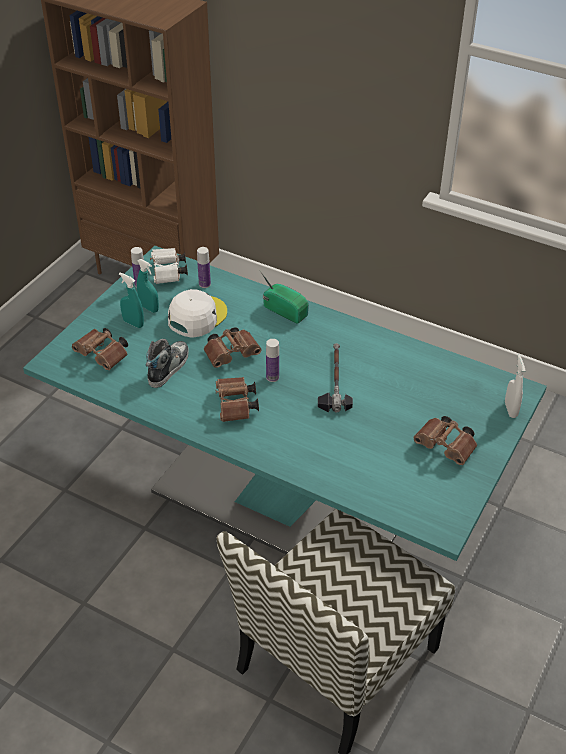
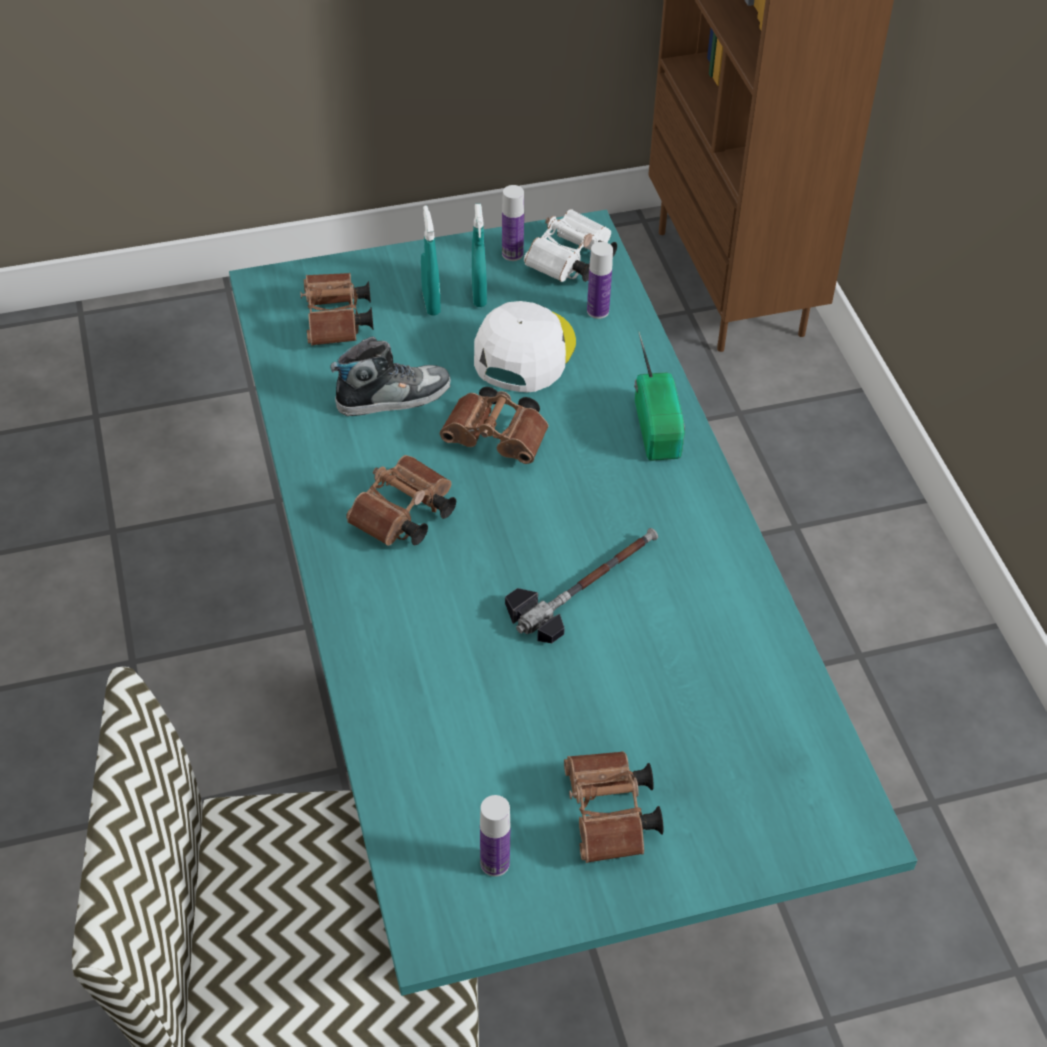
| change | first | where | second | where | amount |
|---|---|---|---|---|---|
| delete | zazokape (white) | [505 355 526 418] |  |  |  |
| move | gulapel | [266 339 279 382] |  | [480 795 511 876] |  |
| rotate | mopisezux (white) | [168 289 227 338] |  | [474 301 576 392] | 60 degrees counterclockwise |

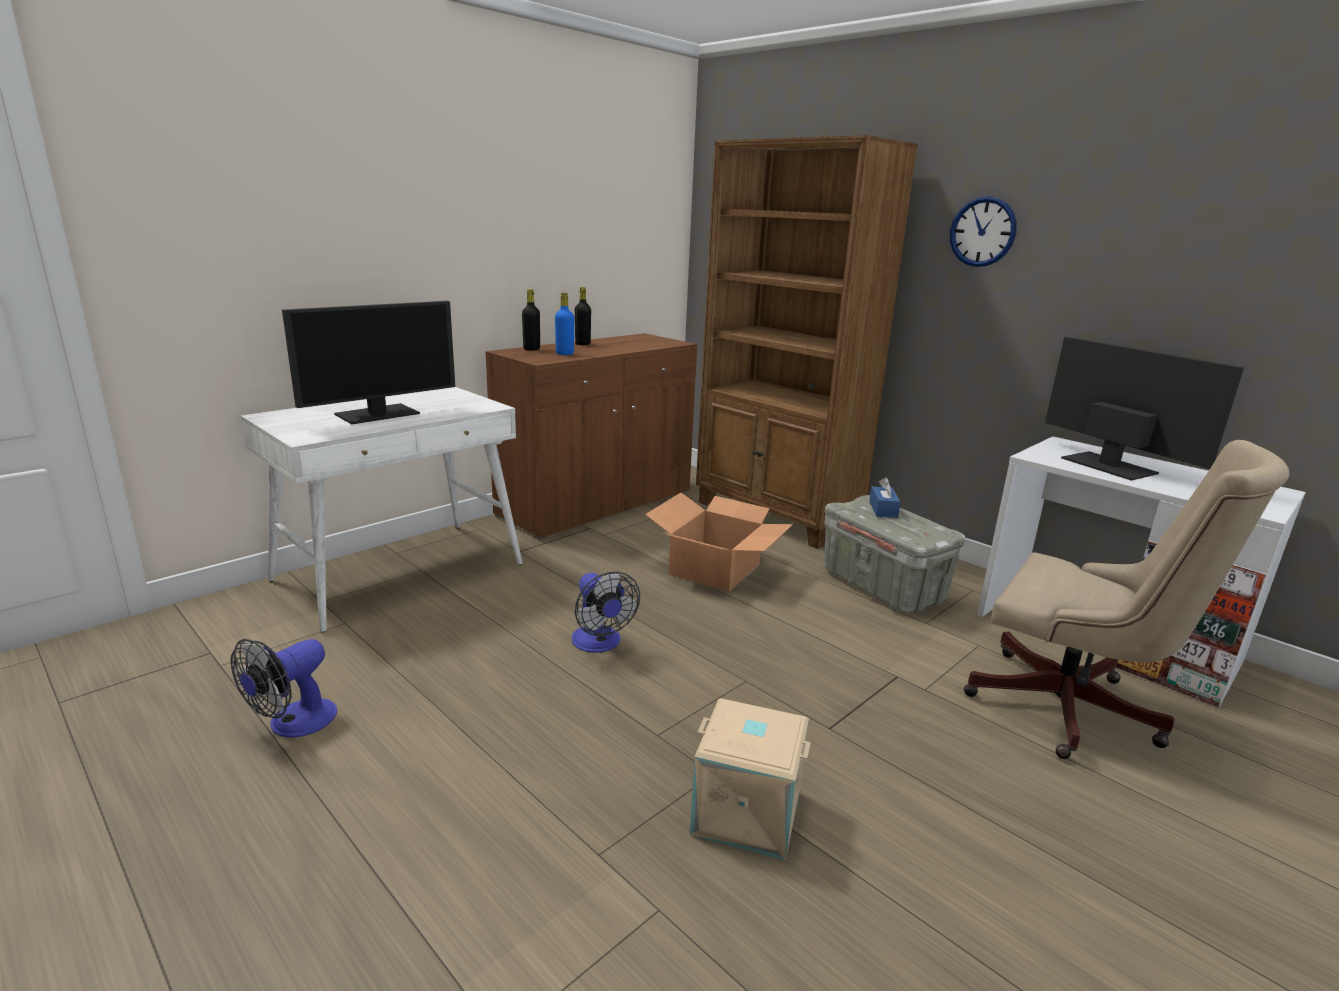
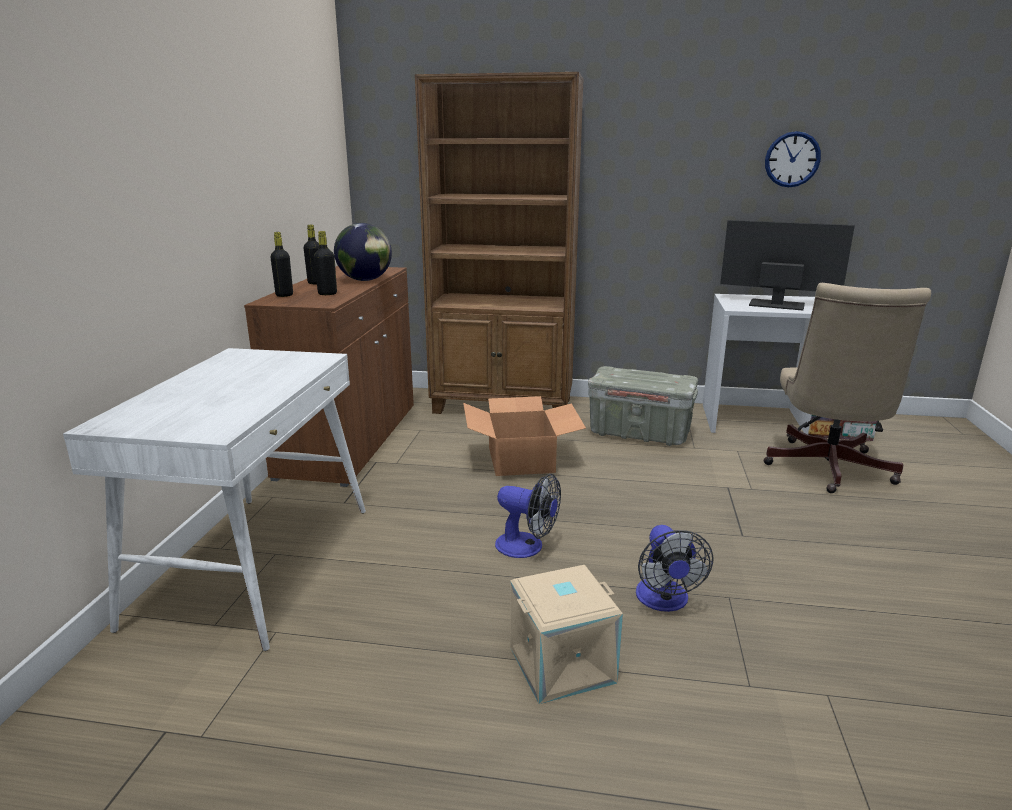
| change | first | where | second | where | amount |
|---|---|---|---|---|---|
| delete | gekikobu | [282 301 455 424] |  |  |  |
| delete | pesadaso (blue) | [869 477 901 518] |  |  |  |
| insert |  |  | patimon | [334 223 392 281] |  |
| move | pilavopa | [230 639 337 738] |  | [636 525 714 612] |  |
| move | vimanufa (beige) | [690 698 811 860] |  | [510 565 623 704] |  |
| move | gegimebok | [950 196 1017 267] |  | [765 131 821 187] |  |
| recolor | gulapel (blue) | [555 293 574 355] | gulapel (black) | [314 231 337 295] |  |
| rotate | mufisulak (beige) | [963 440 1289 759] |  | [763 283 931 493] | 105 degrees clockwise |

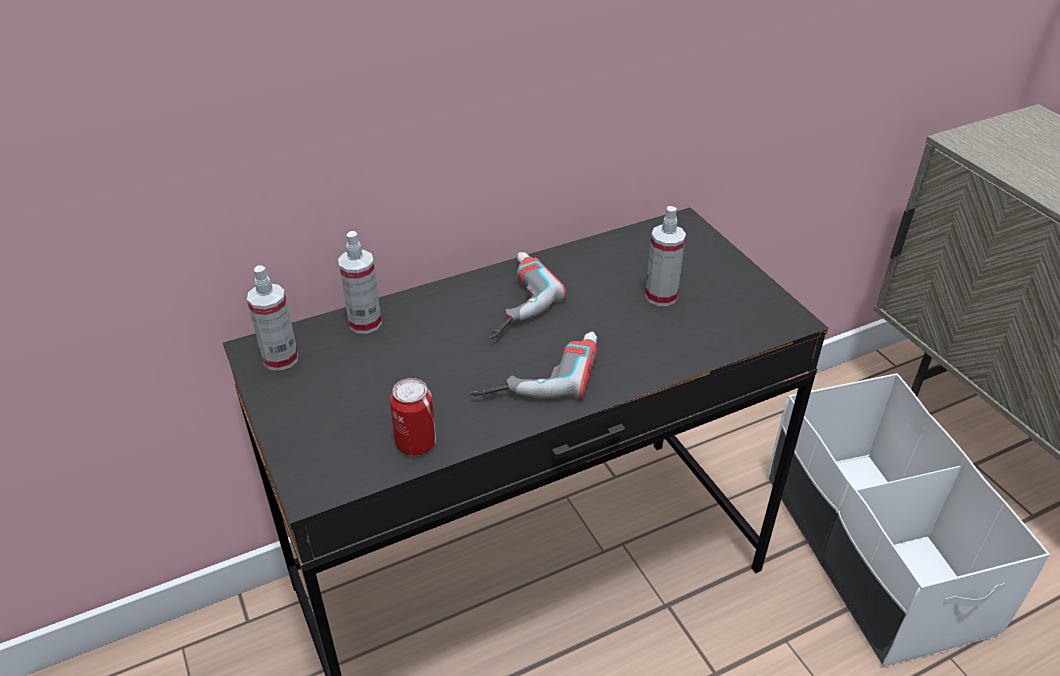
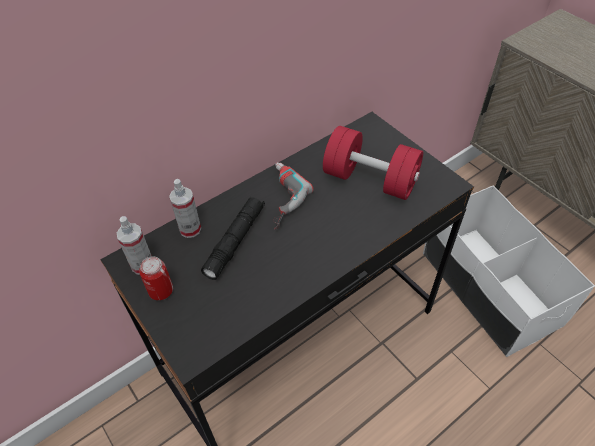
| change | first | where | second | where | amount |
|---|---|---|---|---|---|
| delete | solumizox | [470 331 597 399] |  |  |  |
| insert |  |  | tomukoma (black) | [201 197 265 280] |  |
| move | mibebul | [390 378 436 456] |  | [139 256 173 300] |  |
| replace | zazokape | [645 206 686 306] | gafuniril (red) | [323 126 423 200] |  |

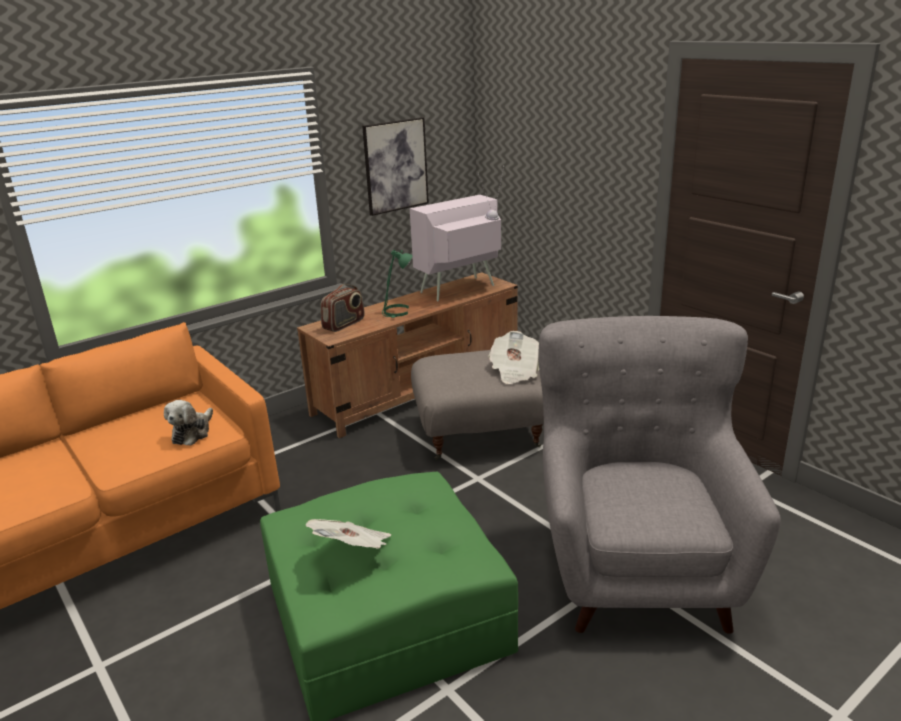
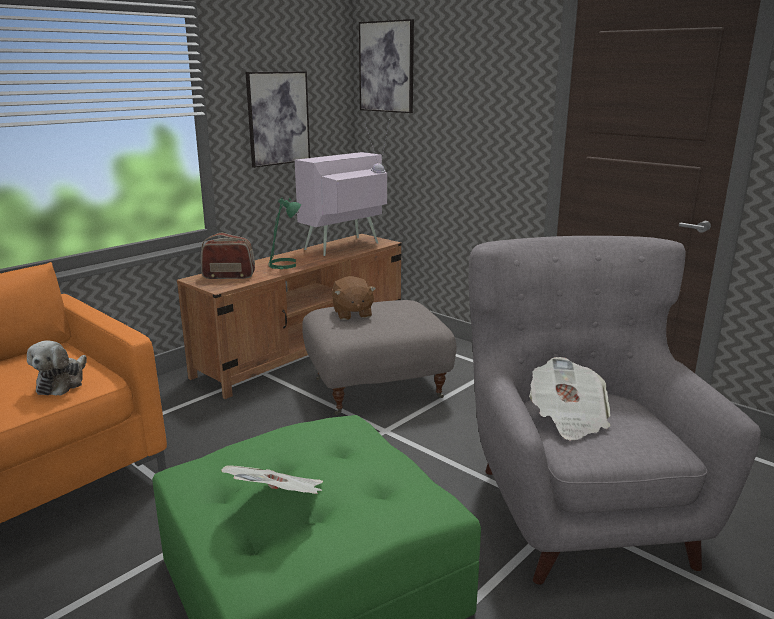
| change | first | where | second | where | amount |
|---|---|---|---|---|---|
| insert |  |  | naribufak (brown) | [332 276 376 320] |  |
| insert |  |  | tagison | [359 19 414 113] |  |
| move | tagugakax | [488 331 539 384] |  | [529 357 610 441] |  |
| rotate | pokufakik | [321 284 365 332] |  | [201 233 255 279] | 120 degrees counterclockwise |

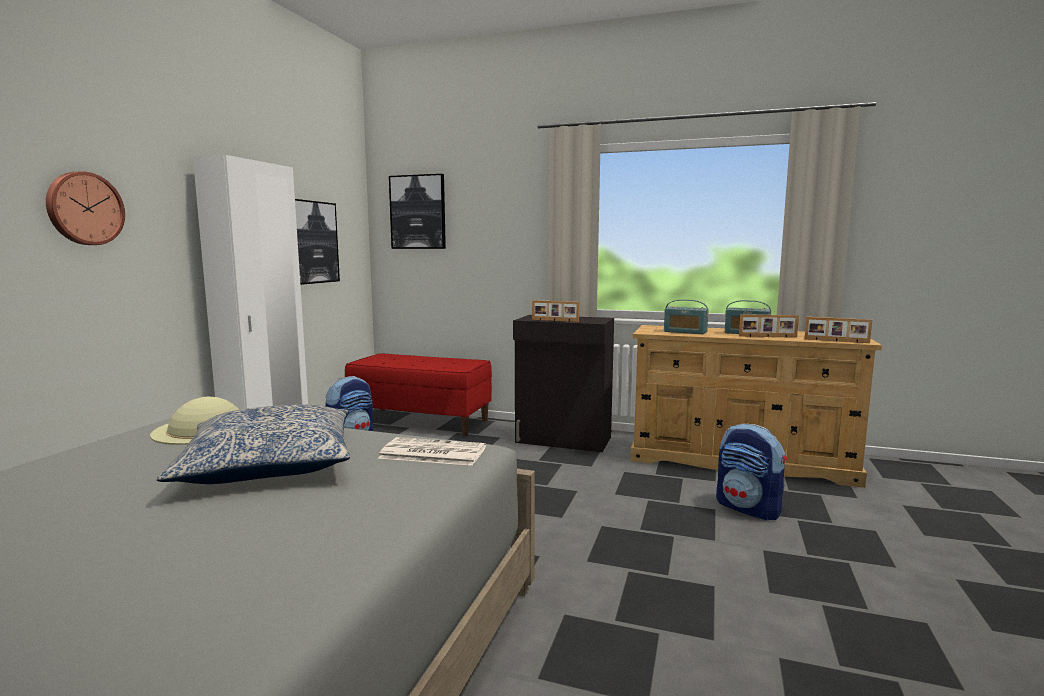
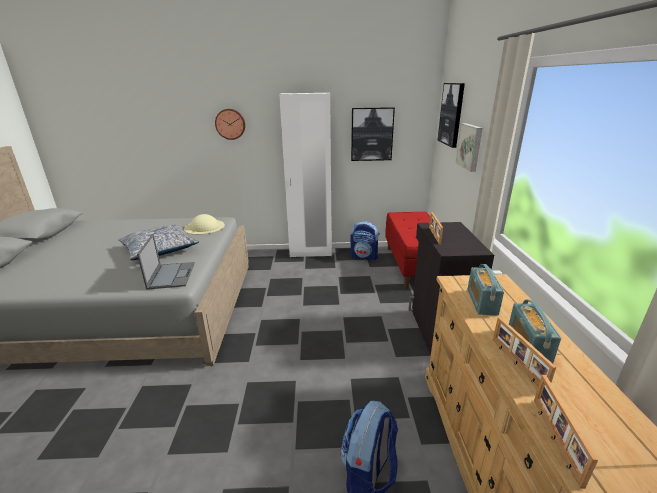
| change | first | where | second | where | amount |
|---|---|---|---|---|---|
| insert |  |  | tagison | [456 123 482 172] |  |
| replace | tagugakax | [378 437 486 466] | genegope | [137 234 195 290] |  |

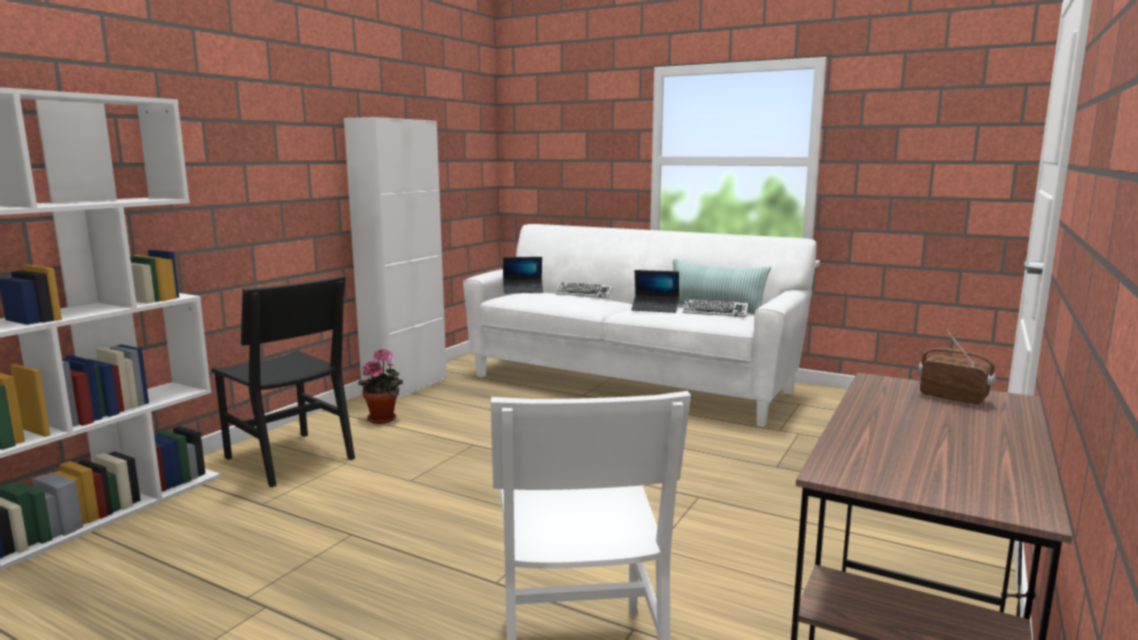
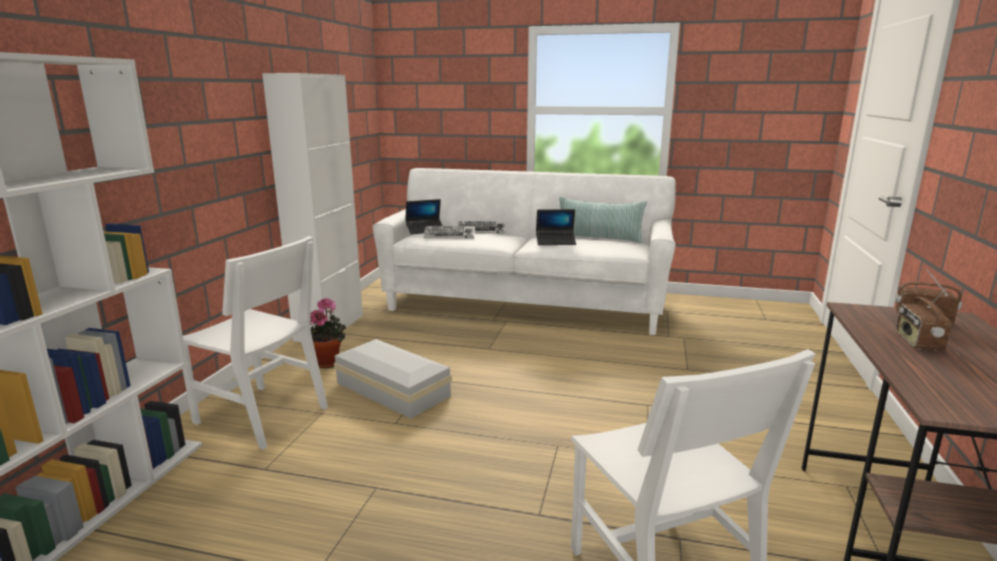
| change | first | where | second | where | amount |
|---|---|---|---|---|---|
| insert |  |  | vimanufa (white) | [334 339 452 418] |  |
| insert |  |  | pokufakik | [896 288 952 351] |  |
| move | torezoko | [682 299 748 317] |  | [424 226 475 238] |  |
| recolor | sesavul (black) | [211 276 355 488] | sesavul (white) | [182 236 328 449] |  |

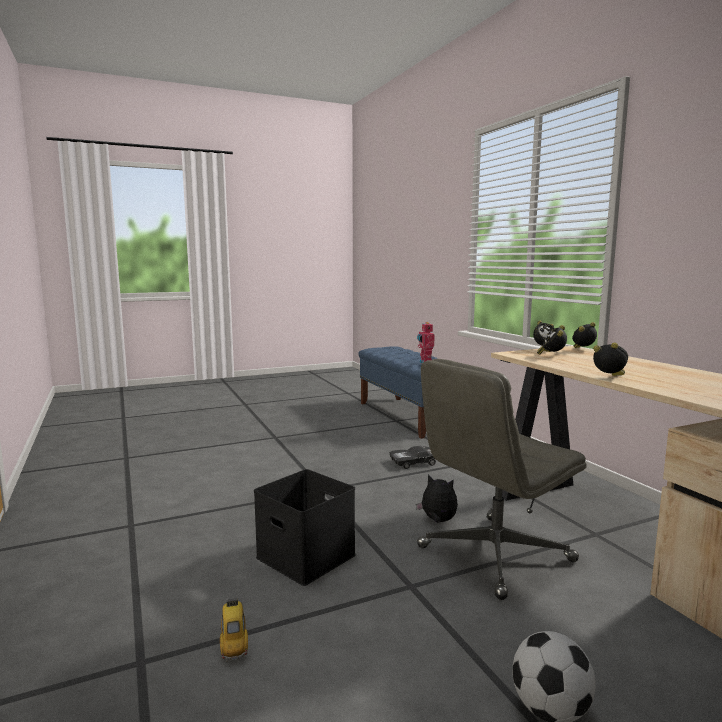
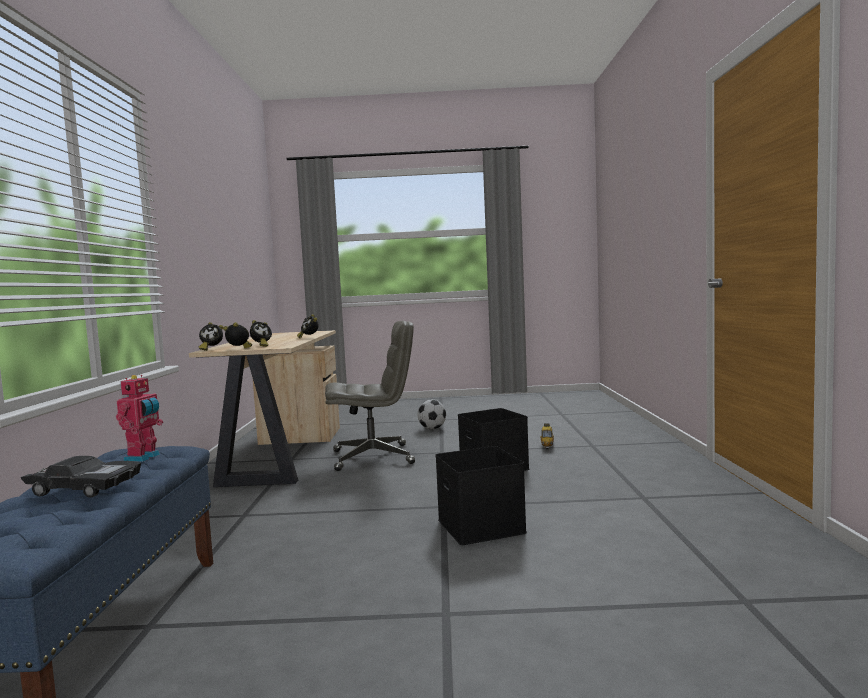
| change | first | where | second | where | amount |
|---|---|---|---|---|---|
| delete | naribufak | [416 474 458 523] |  |  |  |
| insert |  |  | vimanufa (black) | [435 446 527 545] |  |
| move | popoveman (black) | [389 446 436 469] |  | [20 456 141 498] |  |

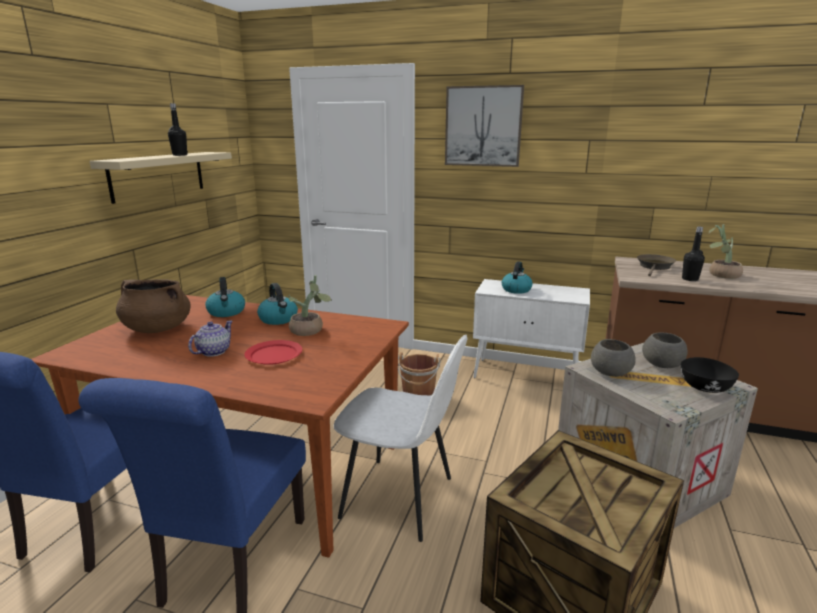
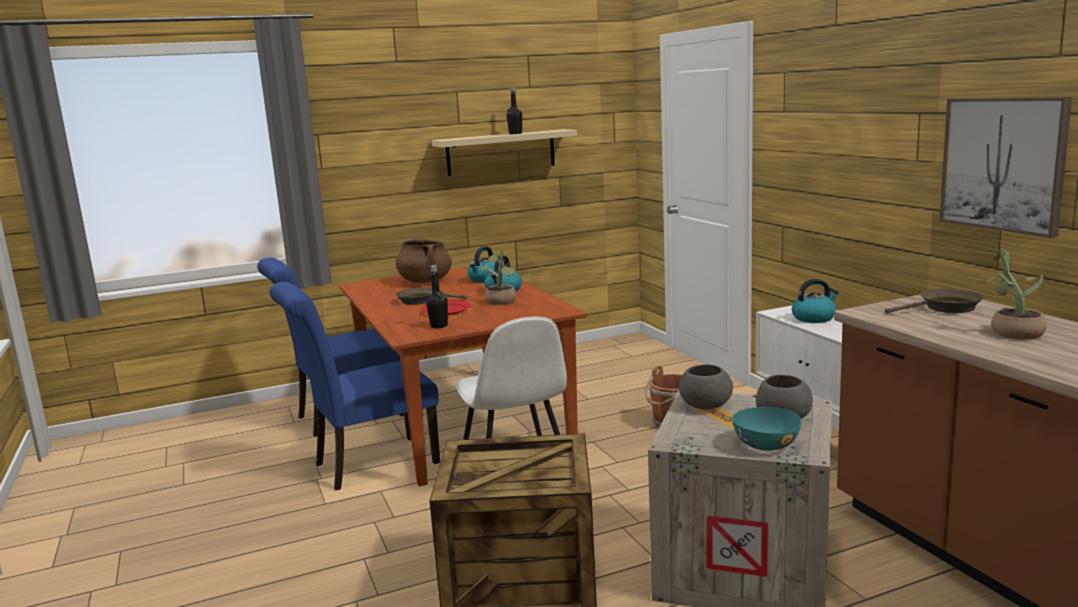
| change | first | where | second | where | amount |
|---|---|---|---|---|---|
| move | tagison | [445 85 524 167] |  | [939 97 1072 238] |  |
| move | gulapel (black) | [682 227 705 281] |  | [426 265 448 328] |  |
| replace | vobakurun | [188 321 233 357] | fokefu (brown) | [396 287 467 305] |  |
| recolor | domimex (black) | [681 357 739 393] | domimex (turquoise) | [732 407 802 451] |  |

